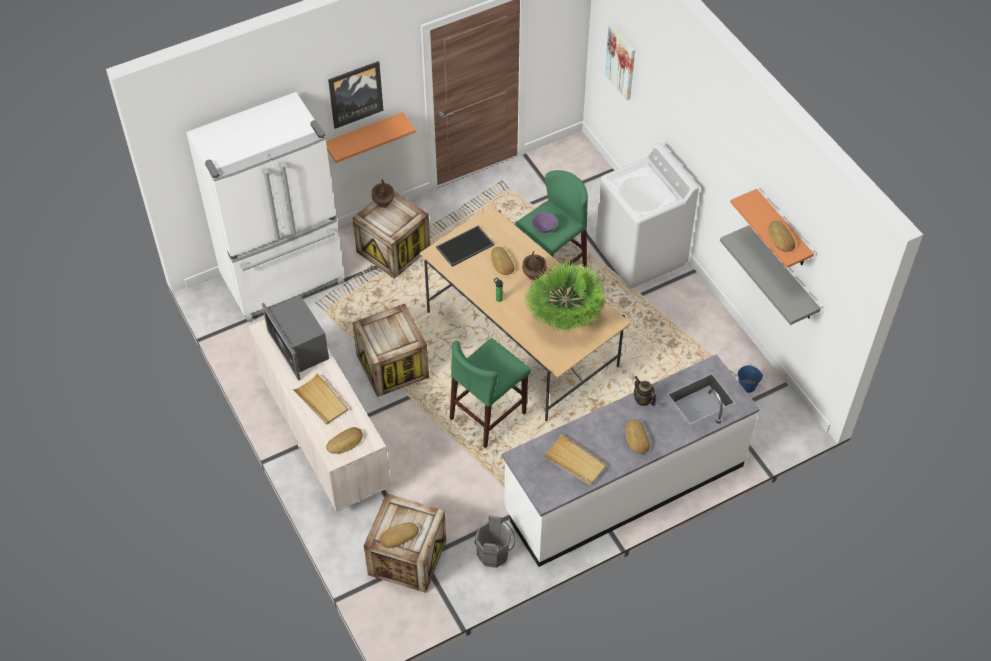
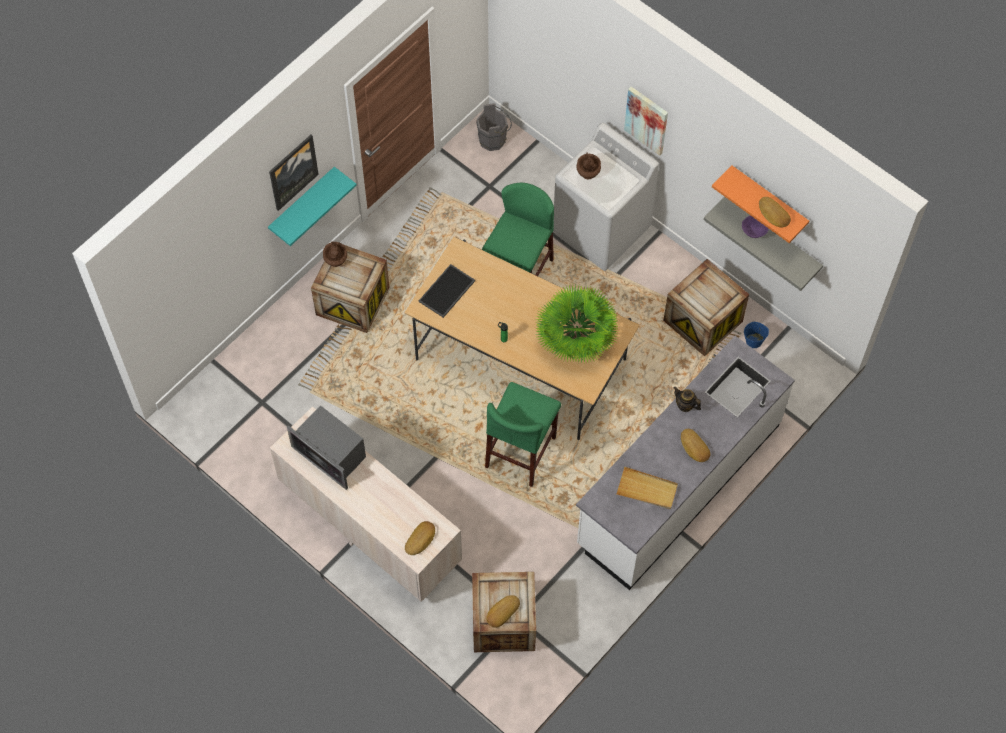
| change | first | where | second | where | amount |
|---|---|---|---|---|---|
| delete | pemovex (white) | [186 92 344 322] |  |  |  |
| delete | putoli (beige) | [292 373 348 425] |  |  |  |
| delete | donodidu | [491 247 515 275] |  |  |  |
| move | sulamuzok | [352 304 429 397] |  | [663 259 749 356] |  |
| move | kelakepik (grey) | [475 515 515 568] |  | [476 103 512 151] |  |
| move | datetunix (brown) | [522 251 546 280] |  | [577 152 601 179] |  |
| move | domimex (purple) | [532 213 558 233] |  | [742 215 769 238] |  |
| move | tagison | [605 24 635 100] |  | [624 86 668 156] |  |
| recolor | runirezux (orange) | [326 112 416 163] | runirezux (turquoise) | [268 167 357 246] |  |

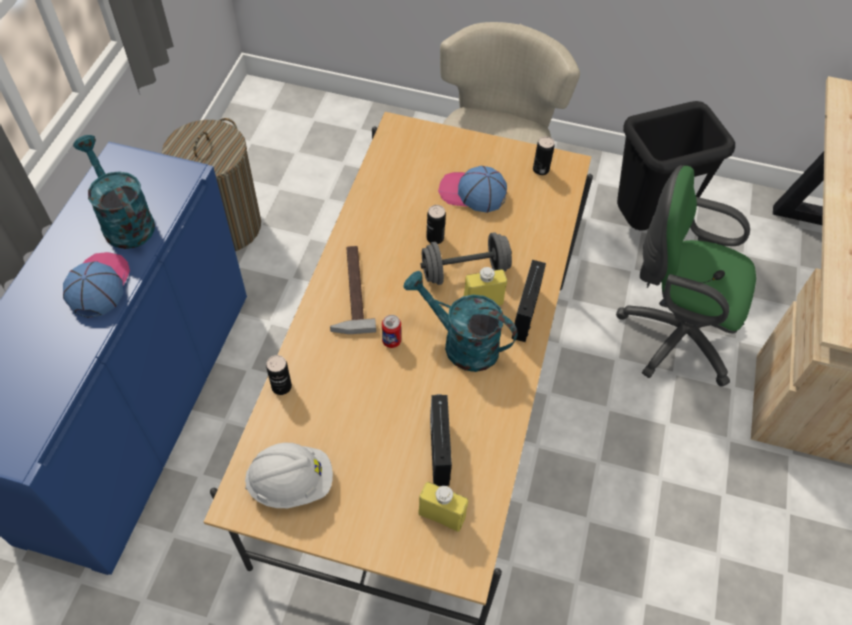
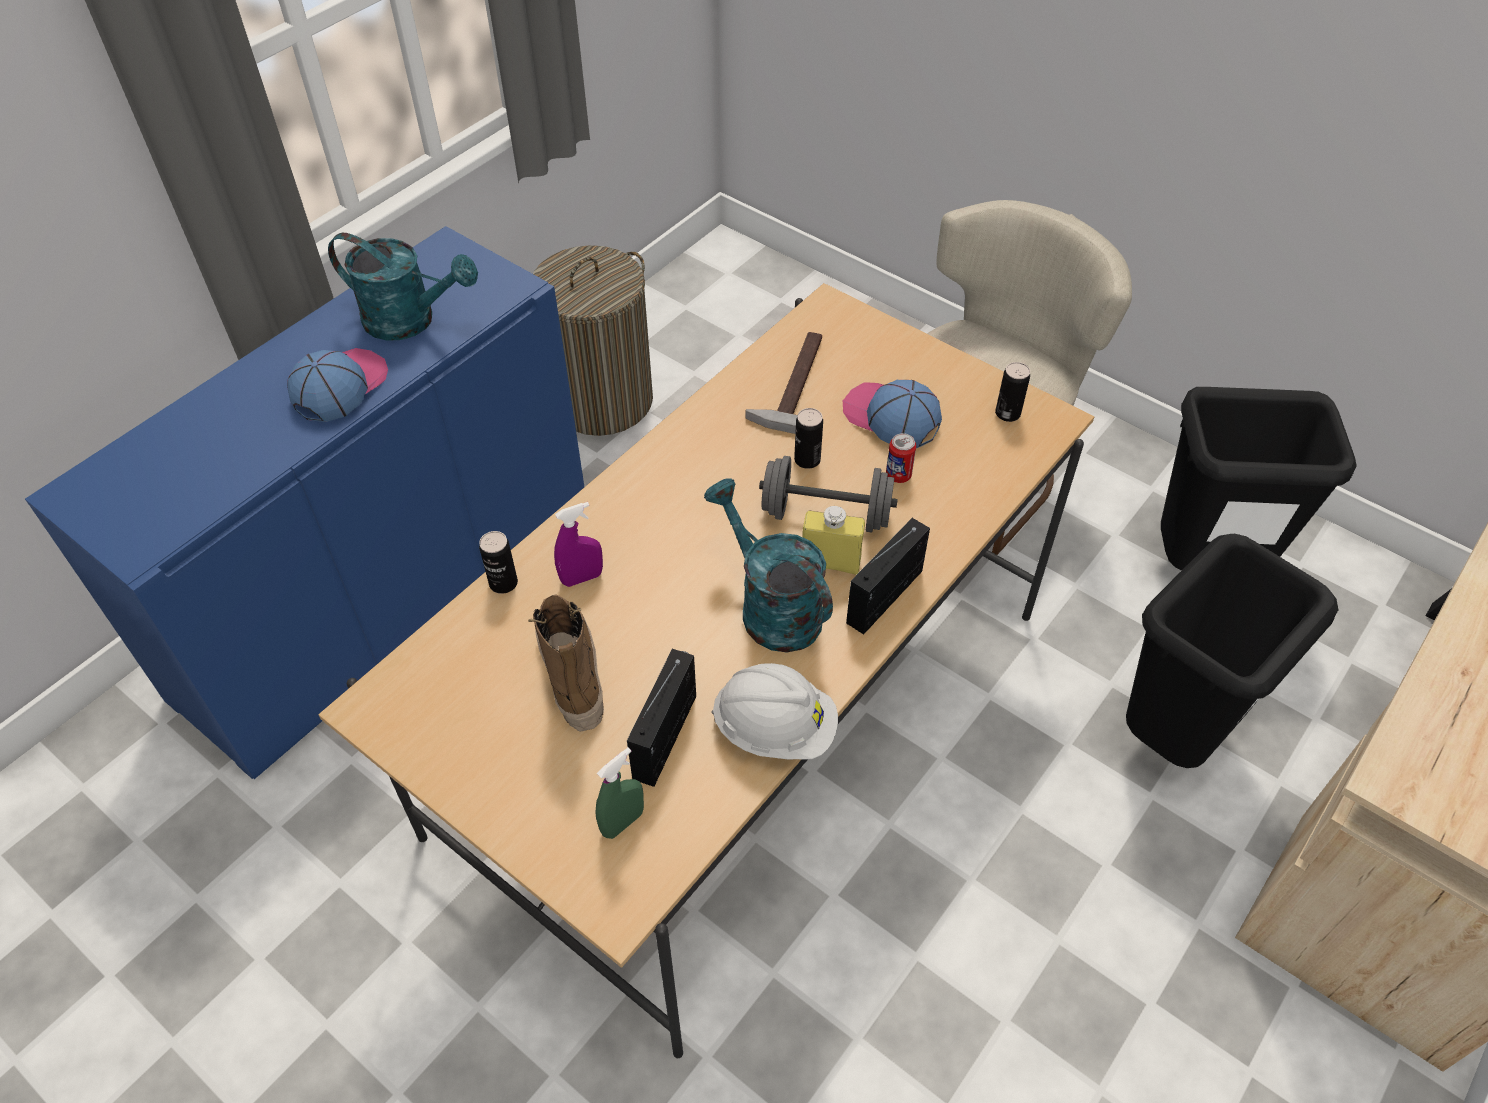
| change | first | where | second | where | amount |
|---|---|---|---|---|---|
| insert |  |  | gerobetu | [528 594 604 732] |  |
| insert |  |  | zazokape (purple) | [554 502 603 587] |  |
| move | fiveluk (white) | [245 443 333 508] |  | [711 663 838 759] |  |
| move | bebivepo | [330 246 376 334] |  | [746 332 822 434] |  |
| move | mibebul | [382 315 401 348] |  | [886 433 916 483] |  |
| replace | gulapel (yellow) | [418 482 468 532] | zazokape (green) | [595 747 644 839] |  |
| replace | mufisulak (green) | [616 165 756 387] | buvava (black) | [1126 534 1338 768] |  |
| rotate | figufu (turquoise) | [73 135 155 249] |  | [328 233 478 341] | 120 degrees clockwise |

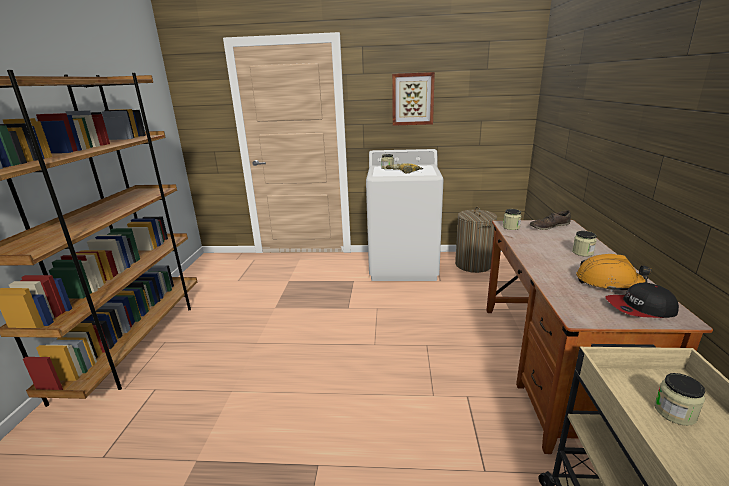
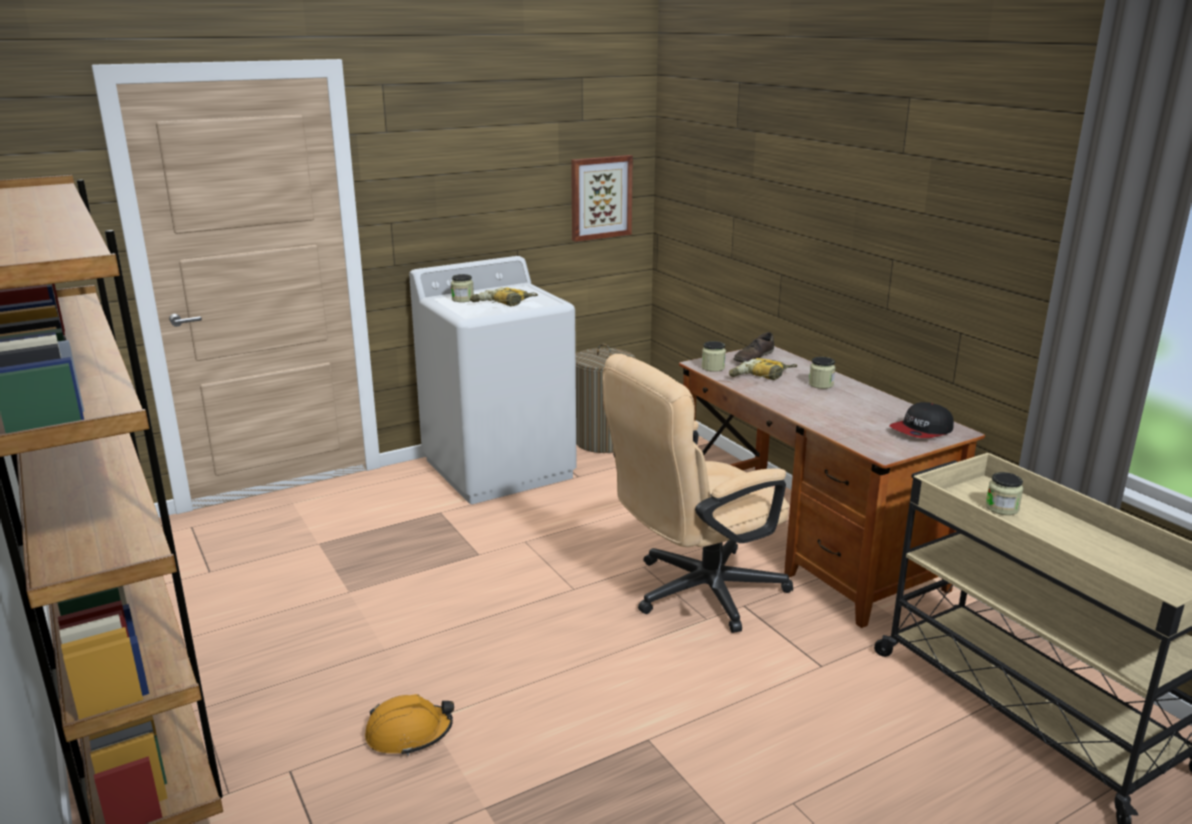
| change | first | where | second | where | amount |
|---|---|---|---|---|---|
| insert |  |  | mufisulak (beige) | [602 354 793 633] |  |
| insert |  |  | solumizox | [729 358 797 380] |  |
| move | tagison | [392 72 435 126] |  | [571 155 633 242] |  |
| move | fiveluk (orange) | [576 254 652 292] |  | [365 694 454 756] |  |

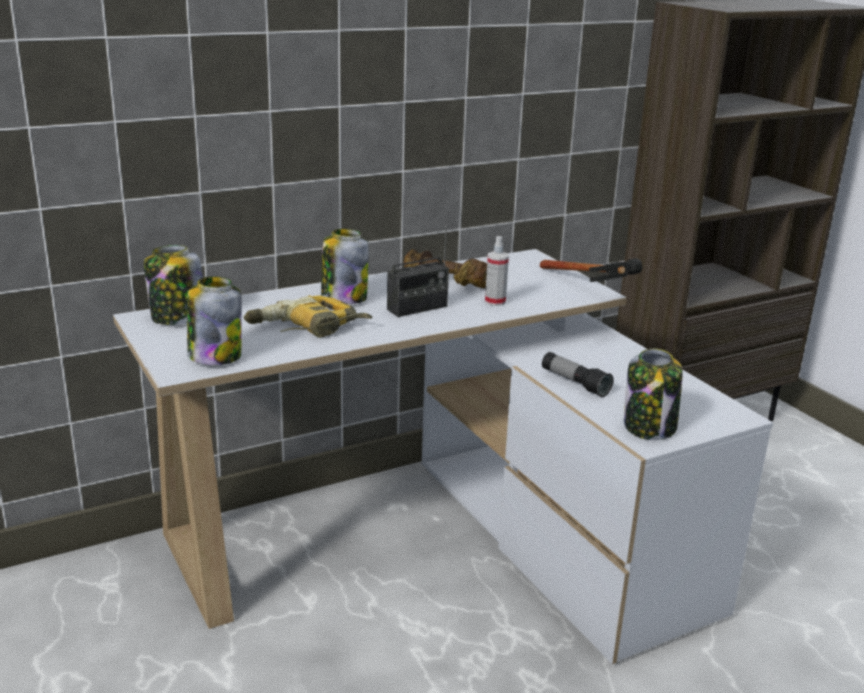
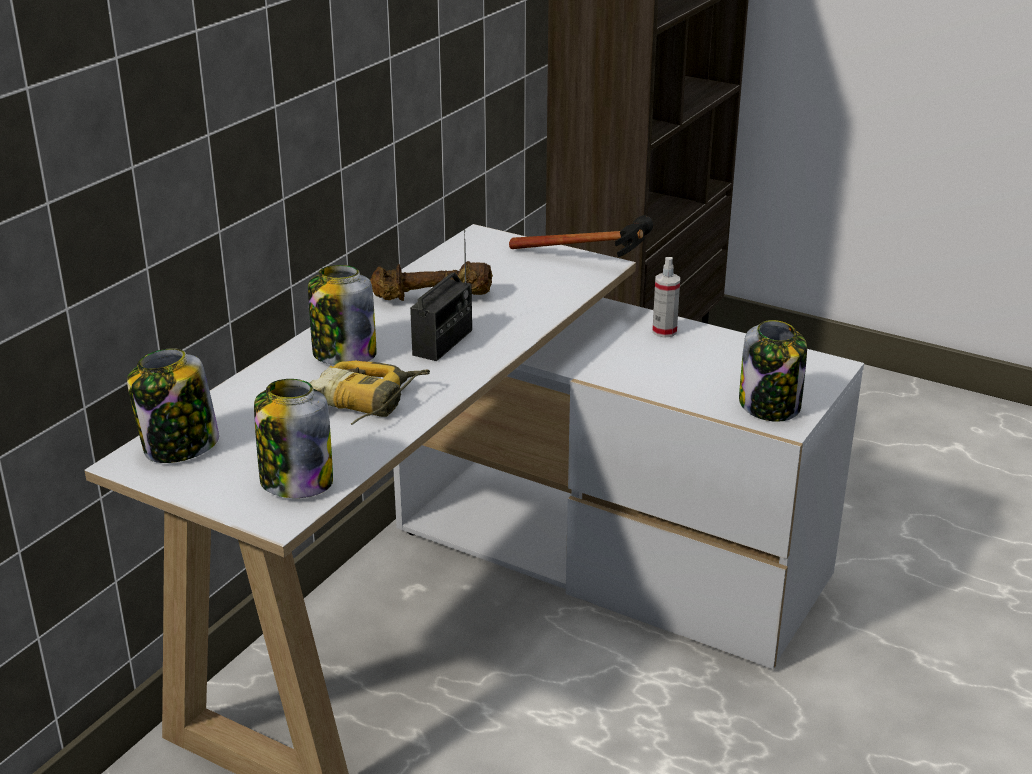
| change | first | where | second | where | amount |
|---|---|---|---|---|---|
| delete | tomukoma | [542 352 614 397] |  |  |  |
| move | zazokape | [485 236 509 306] |  | [652 257 680 338] |  |

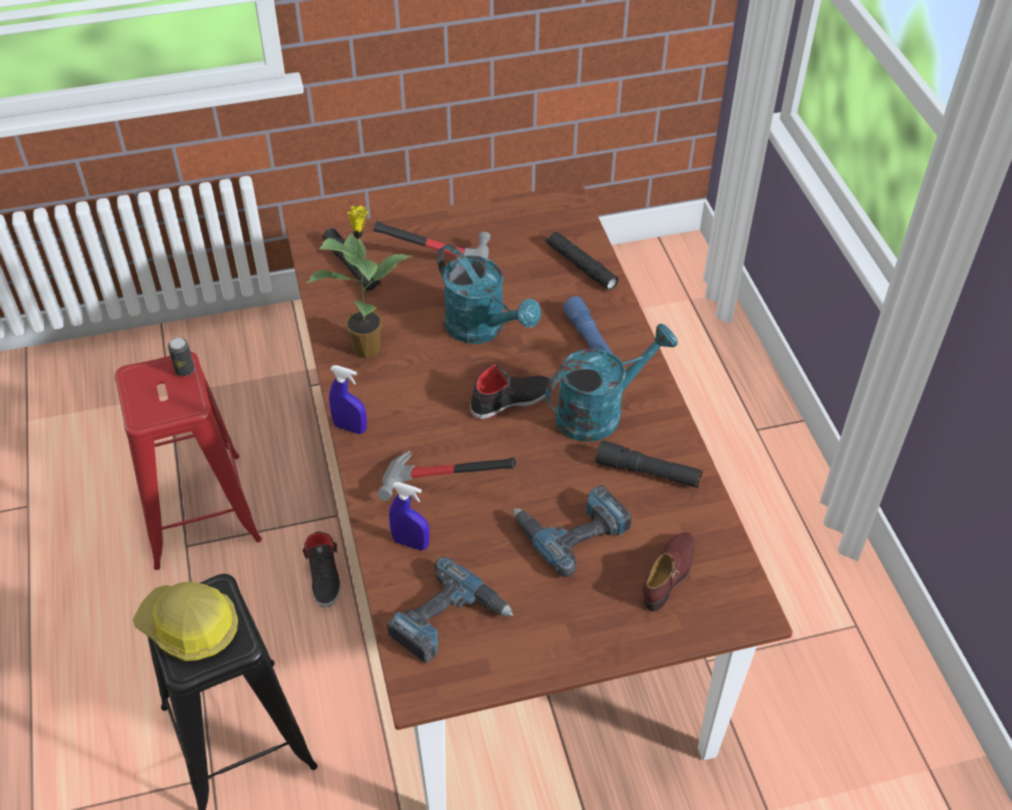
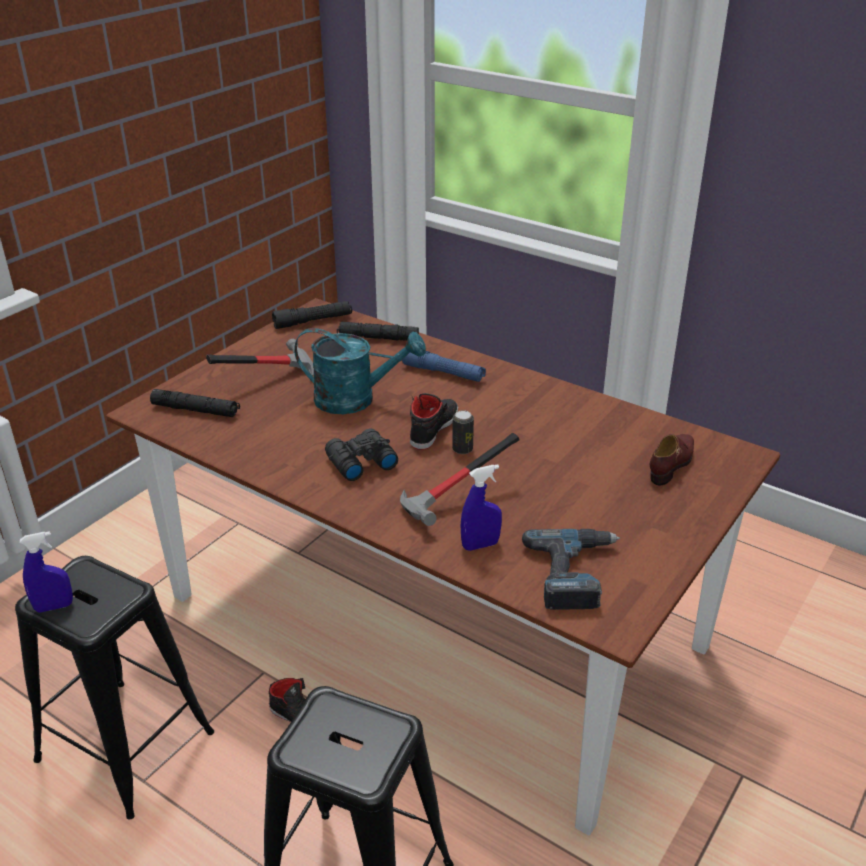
| change | first | where | second | where | amount |
|---|---|---|---|---|---|
| delete | fiveluk | [133 582 238 661] |  |  |  |
| delete | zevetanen | [307 206 413 359] |  |  |  |
| delete | solumizox | [513 485 632 577] |  |  |  |
| delete | figufu (turquoise) | [545 324 678 442] |  |  |  |
| insert |  |  | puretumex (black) | [325 428 398 481] |  |
| move | mibebul | [168 338 195 376] |  | [452 410 474 454] |  |
| move | zazokape (blue) | [329 365 367 434] |  | [20 531 73 613] |  |
| move | tomukoma (black) | [595 441 703 488] |  | [272 301 352 329] |  |
| recolor | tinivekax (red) | [115 352 262 570] | tinivekax (black) | [15 556 214 819] |  |
| rotate | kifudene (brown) | [642 532 694 611] |  | [650 434 694 486] | 45 degrees clockwise |

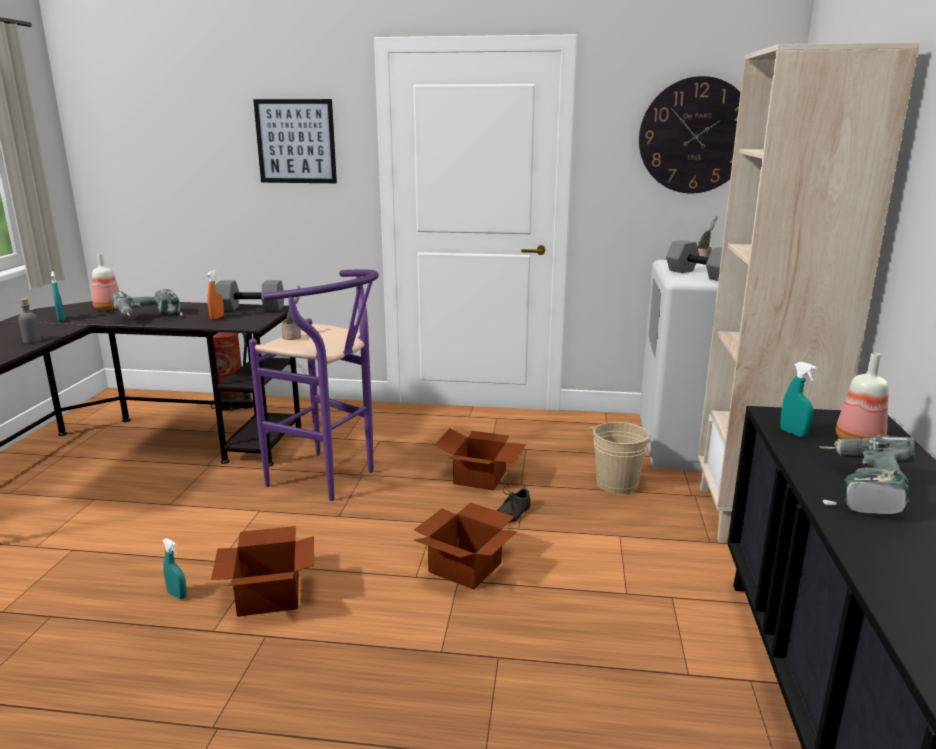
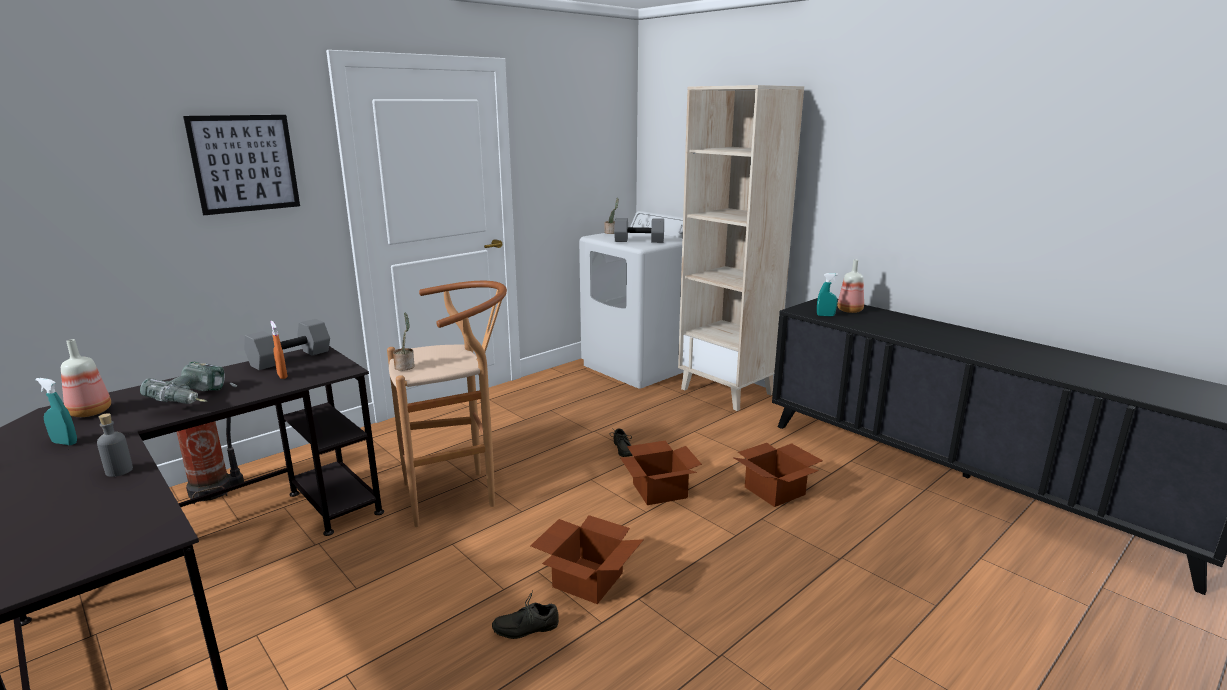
| change | first | where | second | where | amount |
|---|---|---|---|---|---|
| delete | kelakepik (beige) | [589 422 654 494] |  |  |  |
| delete | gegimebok | [639 76 740 193] |  |  |  |
| delete | solumizox | [819 435 915 514] |  |  |  |
| move | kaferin | [435 428 526 491] |  | [734 443 823 507] |  |
| replace | zazokape (turquoise) | [163 538 187 599] | kifudene (grey) | [492 591 559 639] |  |
| recolor | tinivekax (purple) | [249 269 379 501] | tinivekax (brown) | [387 281 507 527] |  |

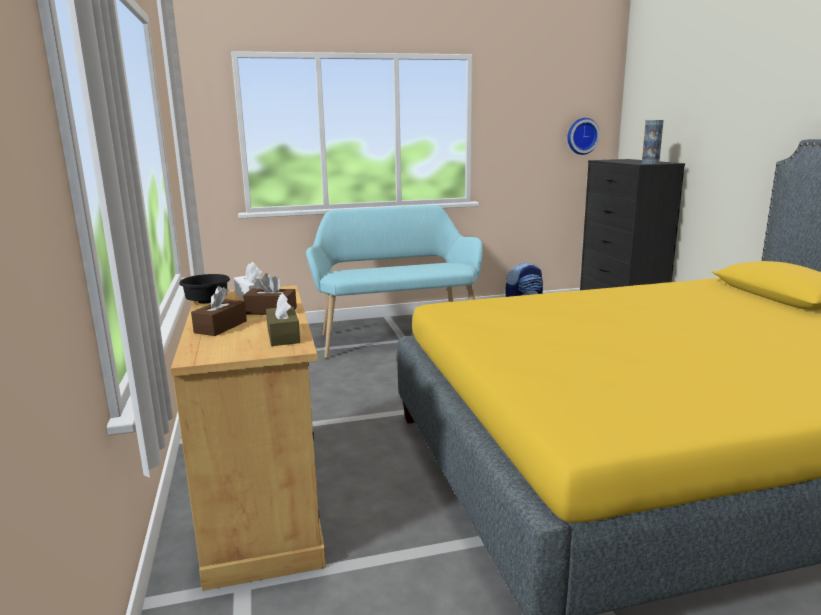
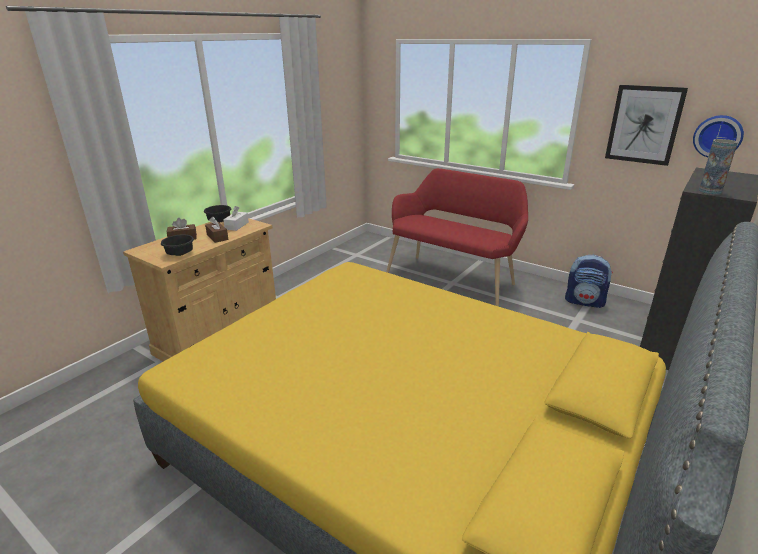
| change | first | where | second | where | amount |
|---|---|---|---|---|---|
| insert |  |  | tagison | [605 85 688 166] |  |
| replace | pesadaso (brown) | [266 293 300 346] | domimex (black) | [161 235 194 256] |  |
| recolor | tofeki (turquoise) | [306 205 483 359] | tofeki (red) | [386 168 528 307] |  |

